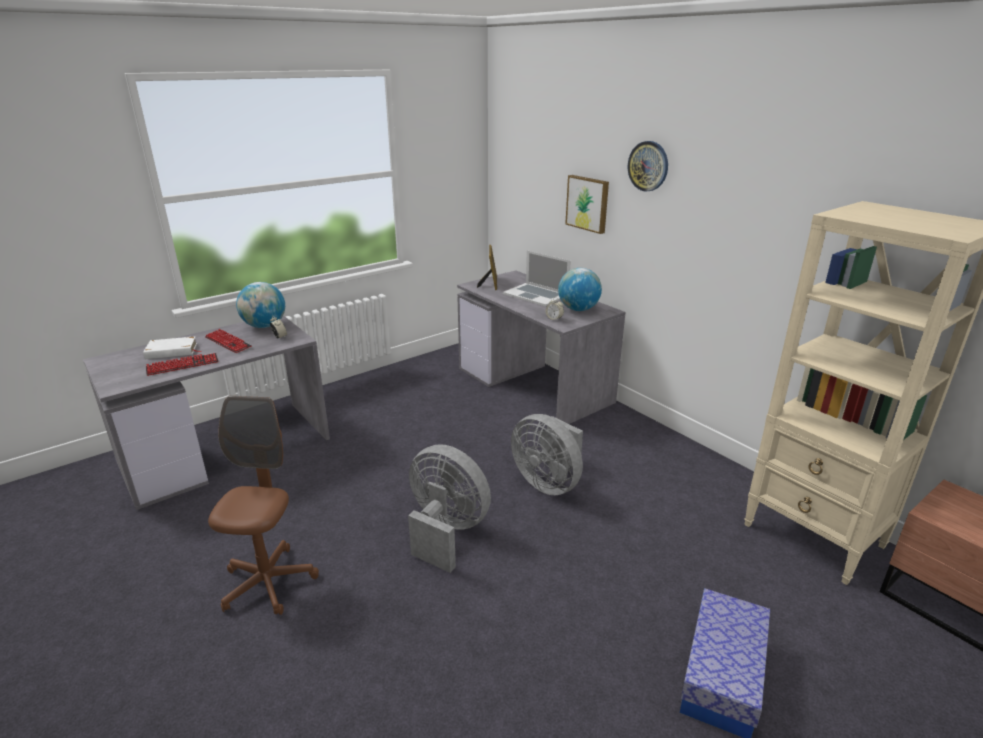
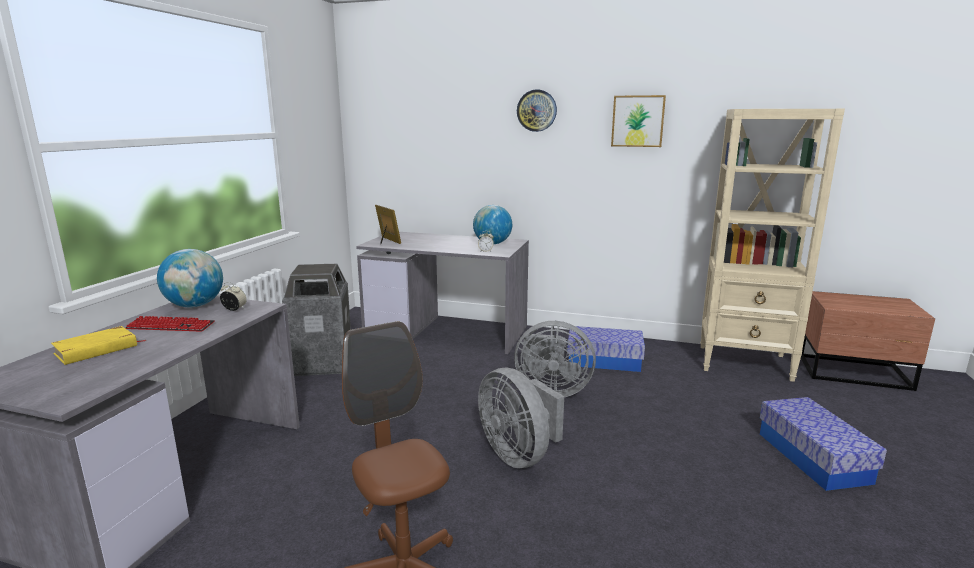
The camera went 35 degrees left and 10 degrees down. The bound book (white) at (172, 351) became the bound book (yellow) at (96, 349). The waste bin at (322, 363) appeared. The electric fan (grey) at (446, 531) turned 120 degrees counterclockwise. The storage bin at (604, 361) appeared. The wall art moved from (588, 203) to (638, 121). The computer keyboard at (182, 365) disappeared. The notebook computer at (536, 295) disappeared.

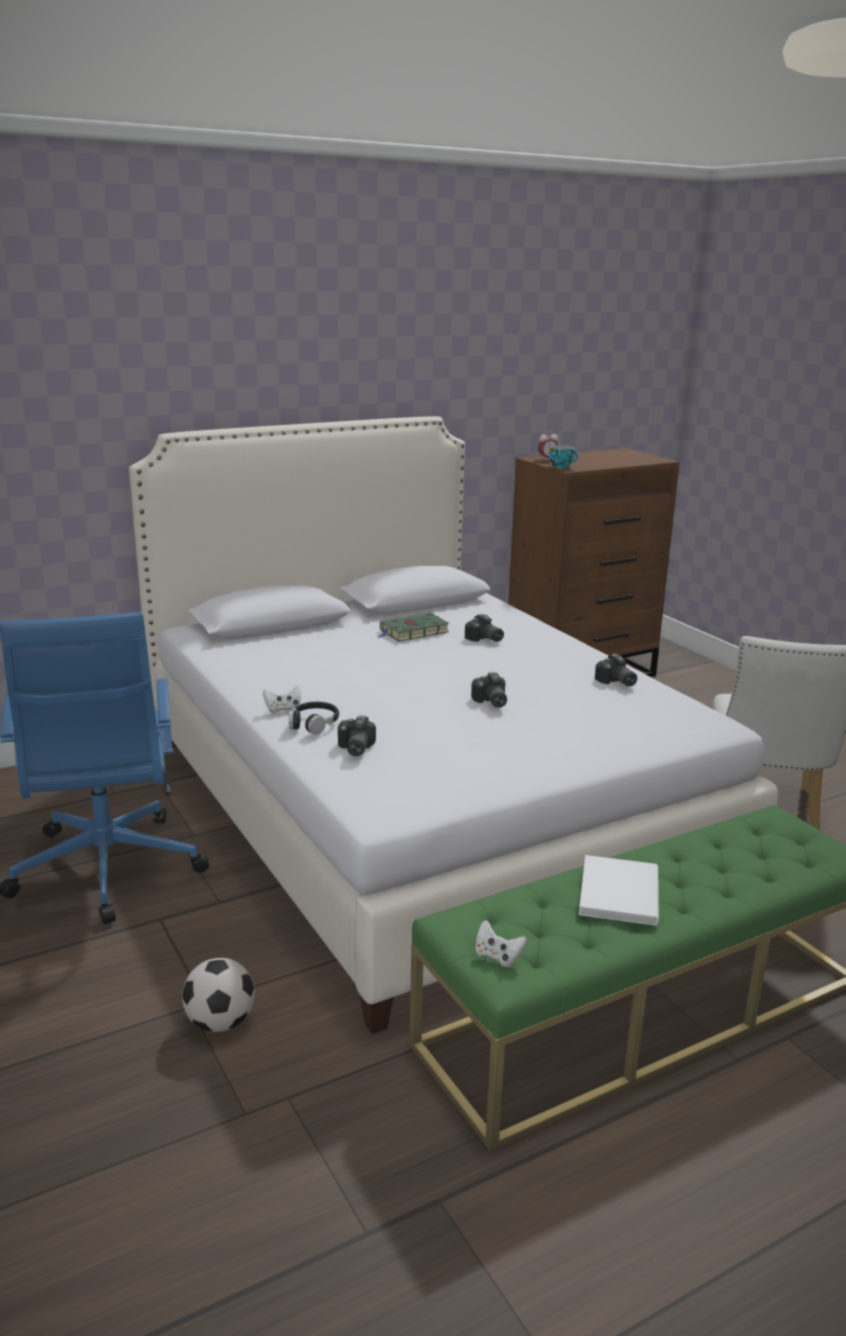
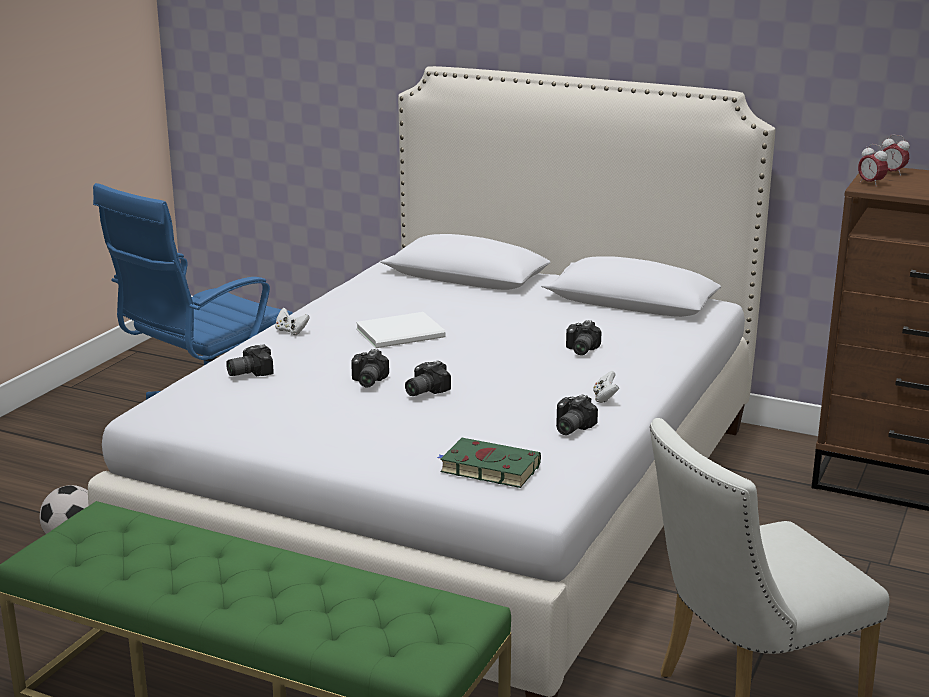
The camera went 55 degrees right and 0 degrees up. The photo camera at (366, 381) appeared. The bound book (white) moved from (622, 891) to (403, 333). The bound book (green) moved from (412, 632) to (487, 468). The joypad (white) moved from (497, 957) to (605, 398). The small cup at (562, 466) was replaced by the alarm clock at (870, 183). The pair of headphones (blackish) at (313, 724) disappeared.

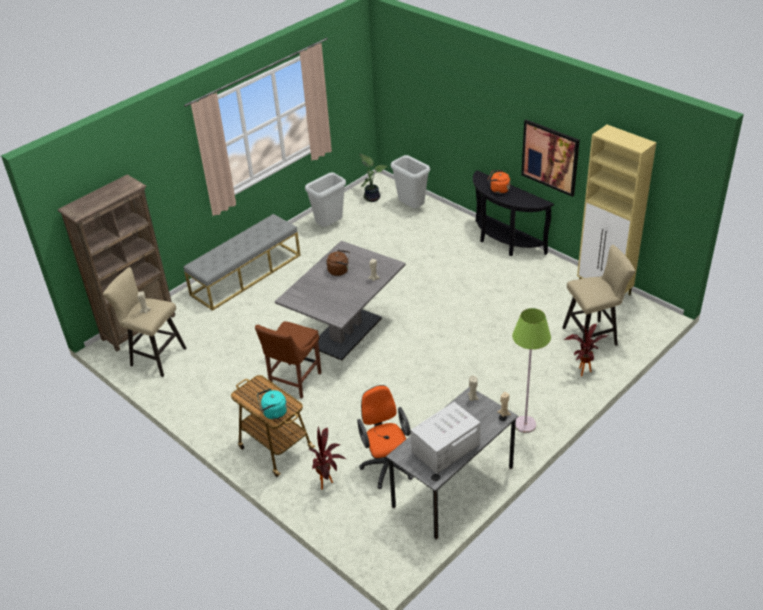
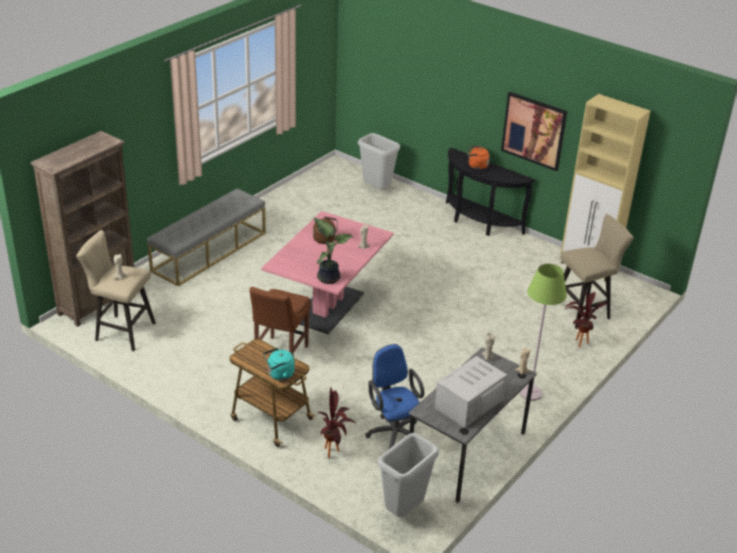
The camera went 10 degrees left and 5 degrees down. The dining table (grey) at (346, 332) became the dining table (pink-coloured) at (328, 307). The houseplant moved from (372, 197) to (329, 277). The computer chair (orange) at (386, 464) became the computer chair (bluish) at (393, 433). The waste bin (grey) moved from (329, 226) to (403, 510).

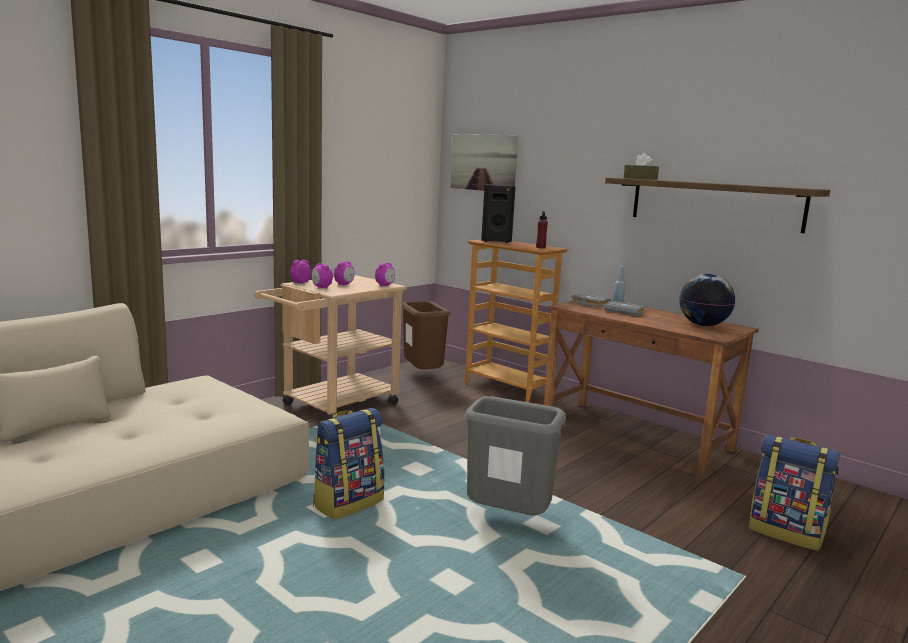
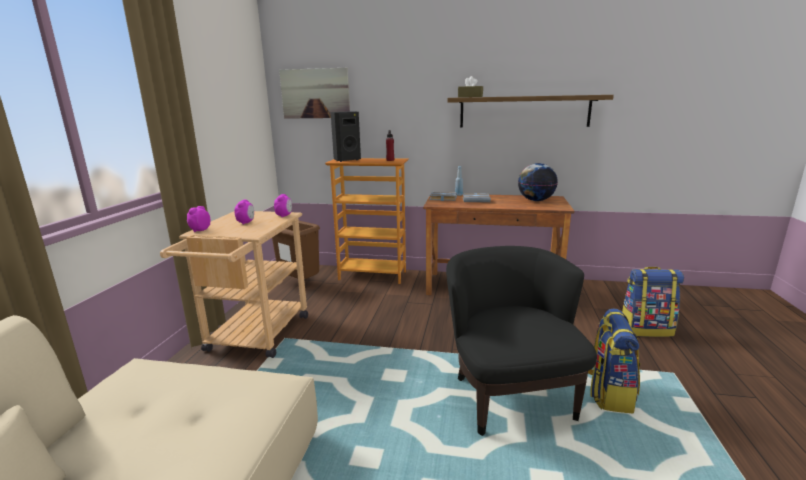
The camera went 30 degrees left and 5 degrees up. The waste bin (grey) at (508, 521) was replaced by the lounge chair (blackish) at (509, 395). The backpack moved from (348, 503) to (608, 393). The alarm clock at (321, 287) disappeared.

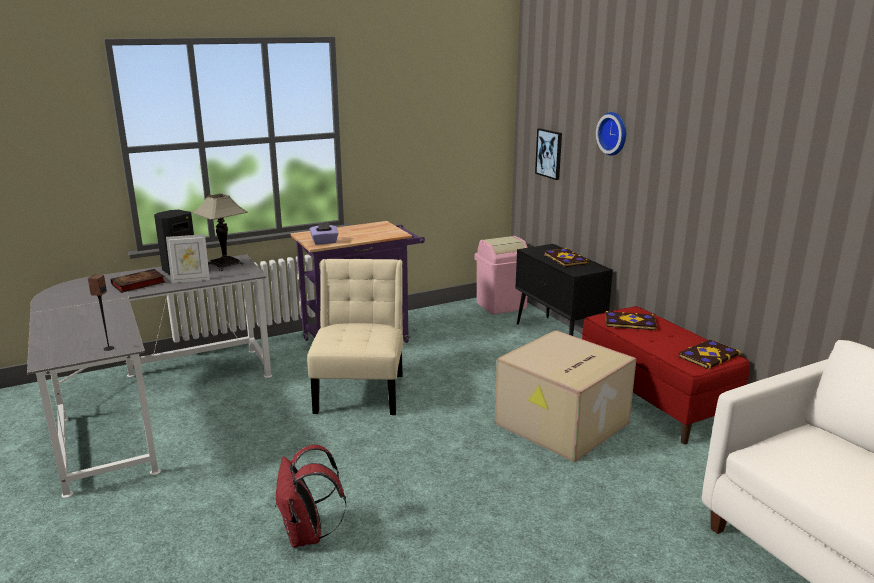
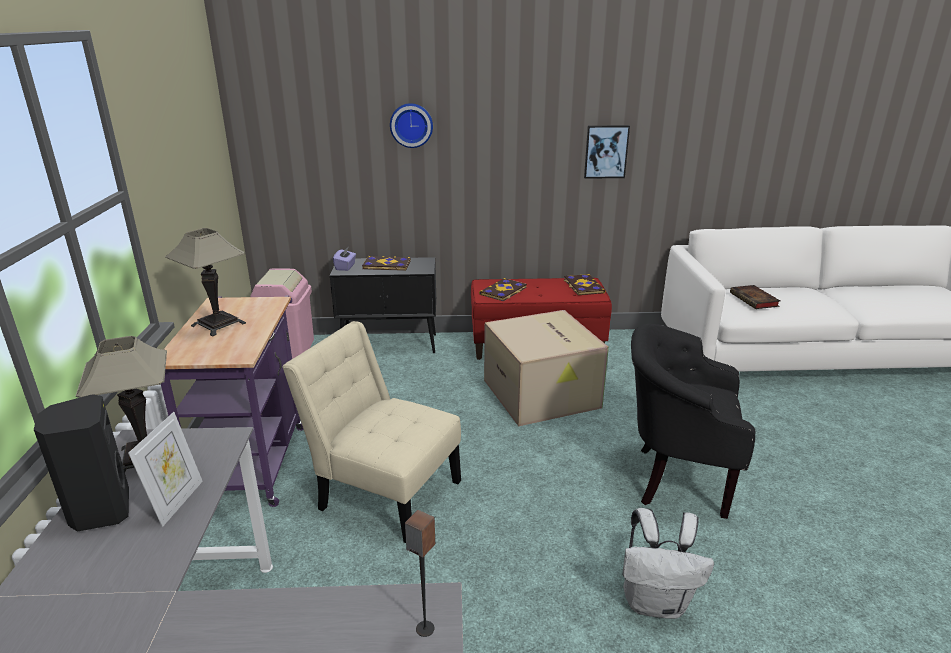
The camera went 65 degrees left and 5 degrees up. The lamp for a table at (219, 324) appeared. The tissue holder (purplish) moved from (324, 242) to (345, 267). The wall art moved from (549, 153) to (606, 151). The backpack (red) at (307, 535) became the backpack (white) at (656, 602). The lounge chair (blackish) at (674, 479) appeared. The bound book moved from (137, 284) to (755, 300).

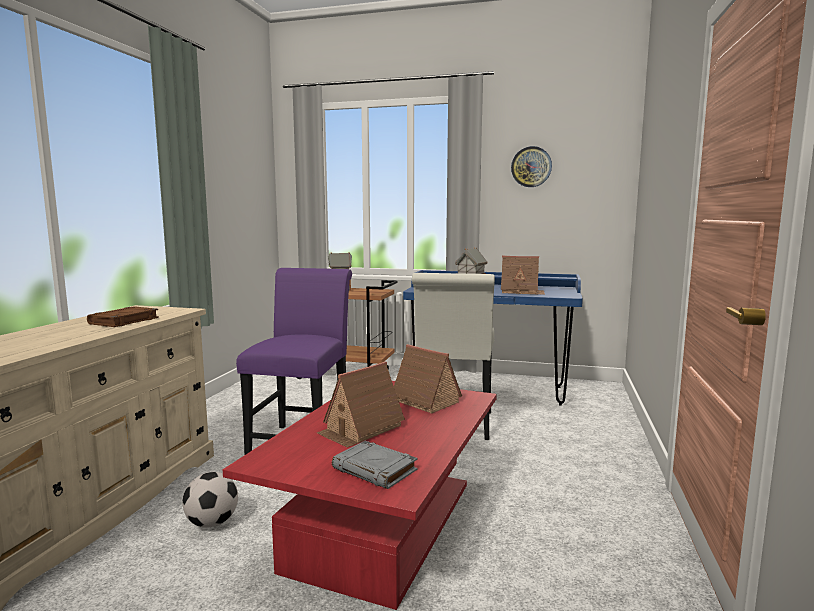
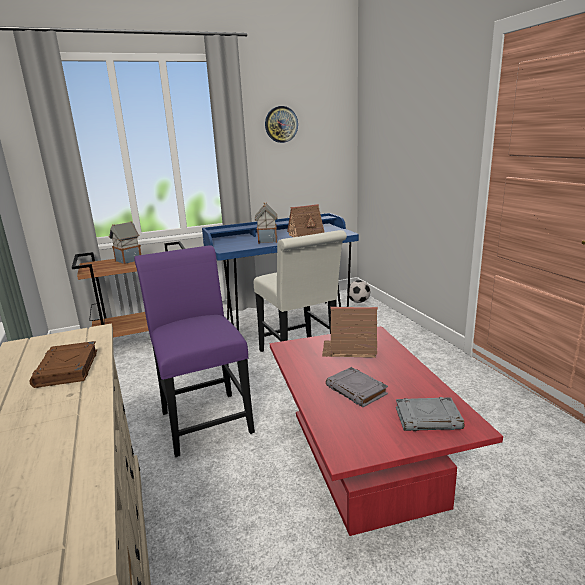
The camera went 35 degrees left and 10 degrees up. The model house at (360, 429) was replaced by the bound book (grey) at (357, 390). The football ball moved from (212, 523) to (358, 302).

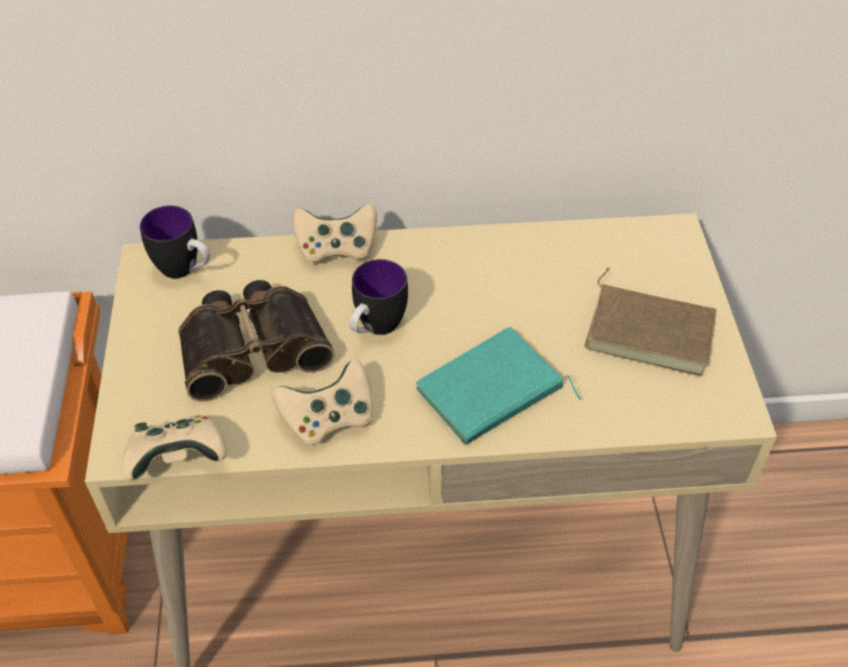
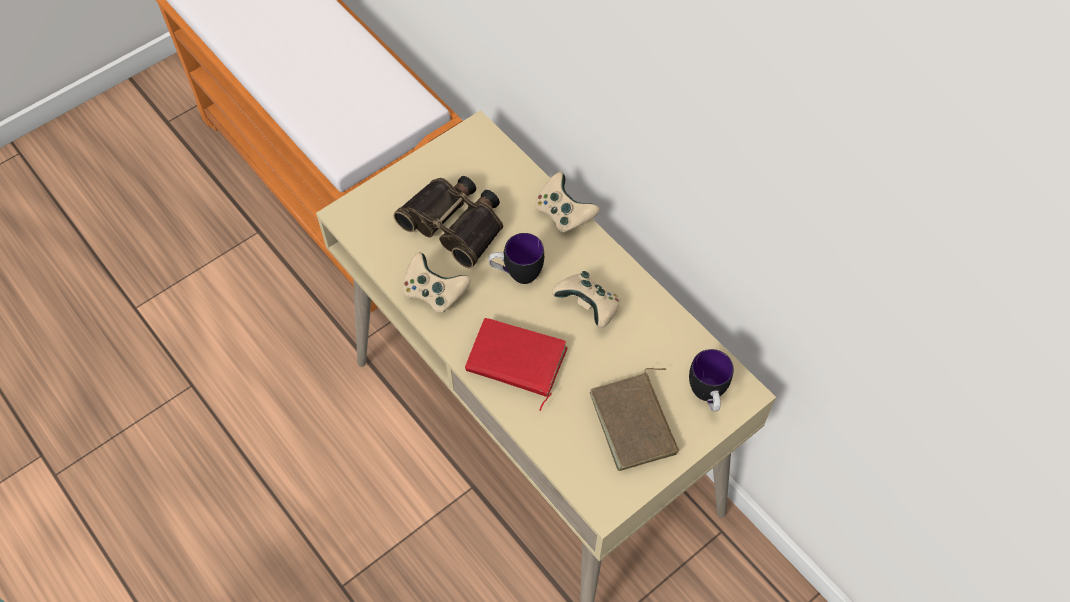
The camera went 55 degrees right and 10 degrees up. The bound book (turquoise) at (491, 393) became the bound book (red) at (515, 362). The joypad (sand-coloured) moved from (178, 460) to (588, 307). The coffee mug moved from (185, 271) to (707, 397).

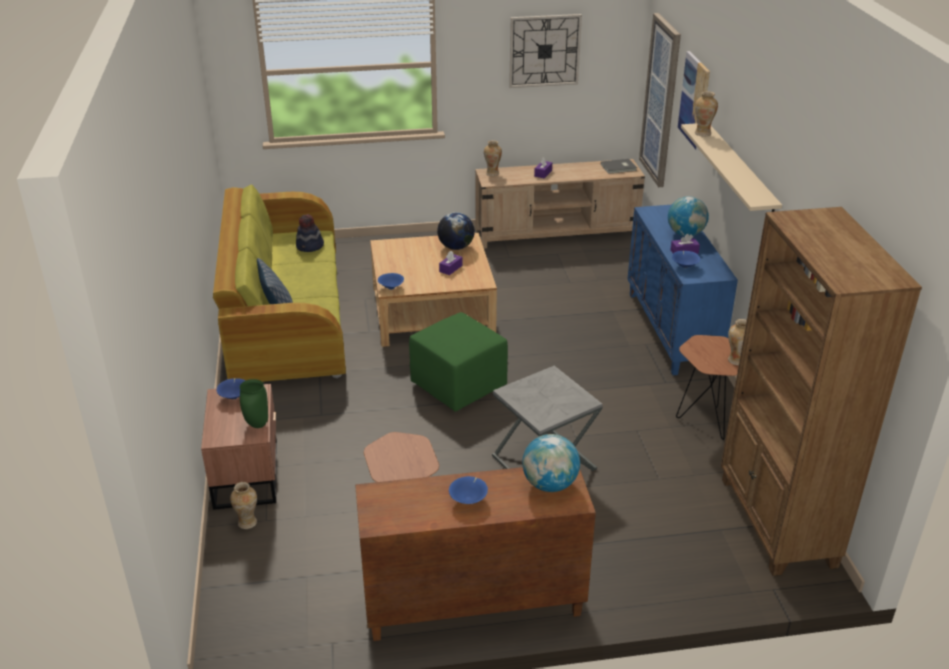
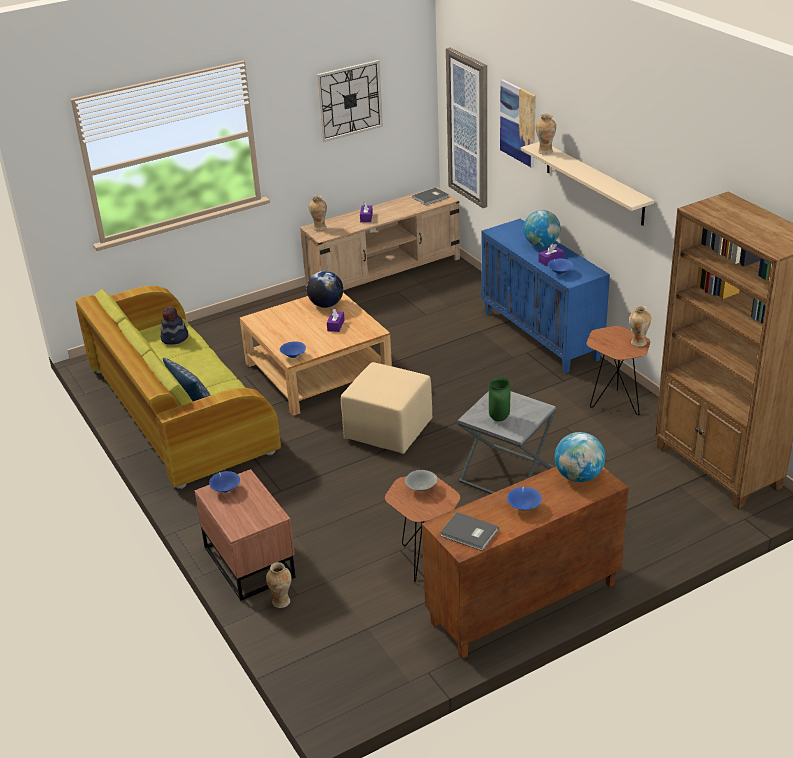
The camera went 20 degrees left and 0 degrees up. The pouffe (green) at (459, 386) became the pouffe (sand-coloured) at (389, 431). The deep dish (grey) at (422, 489) appeared. The bound book (grey) at (469, 534) appeared. The decorative vase (green) moved from (256, 424) to (498, 418).

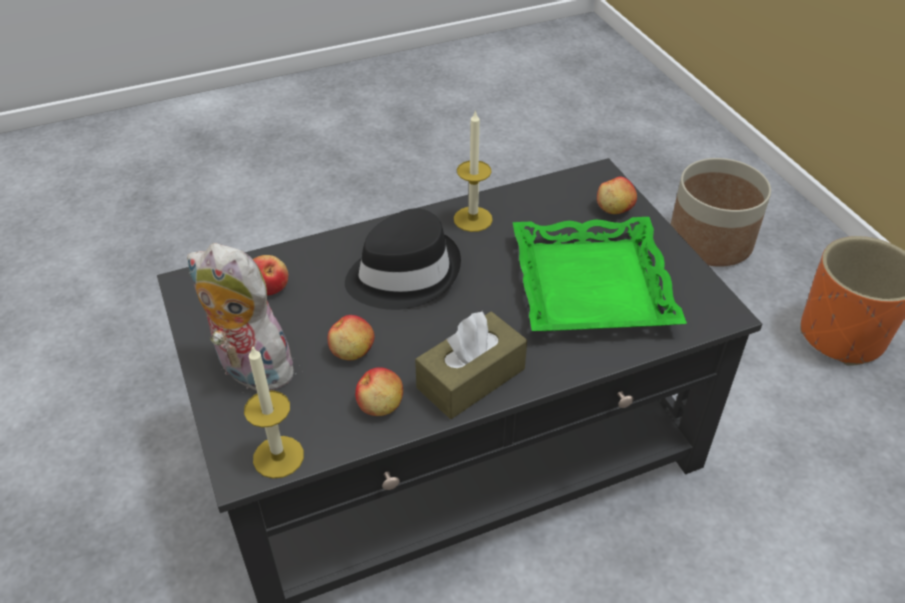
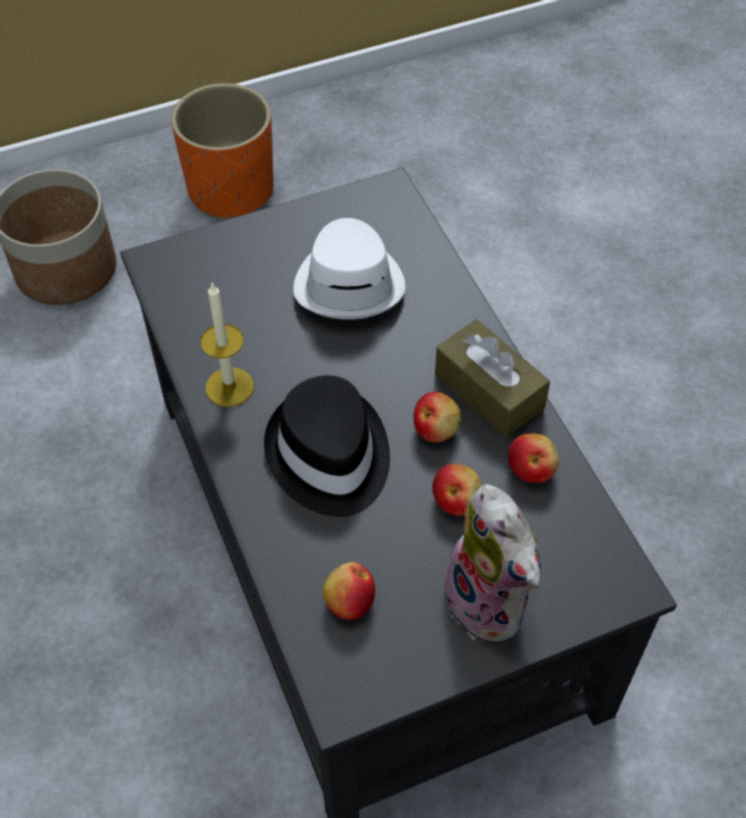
The camera went 90 degrees left and 10 degrees up. The tray (green) at (593, 285) was replaced by the hat (white) at (350, 283). The whole apple moved from (614, 209) to (436, 428). The soft toy at (249, 370) turned 60 degrees counterclockwise. The wax candle at (278, 457) disappeared.

